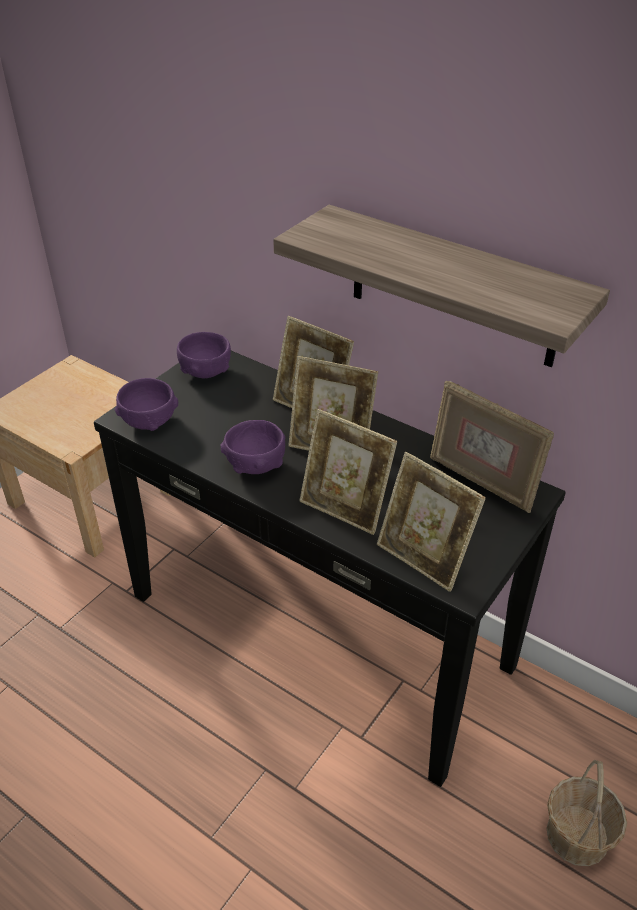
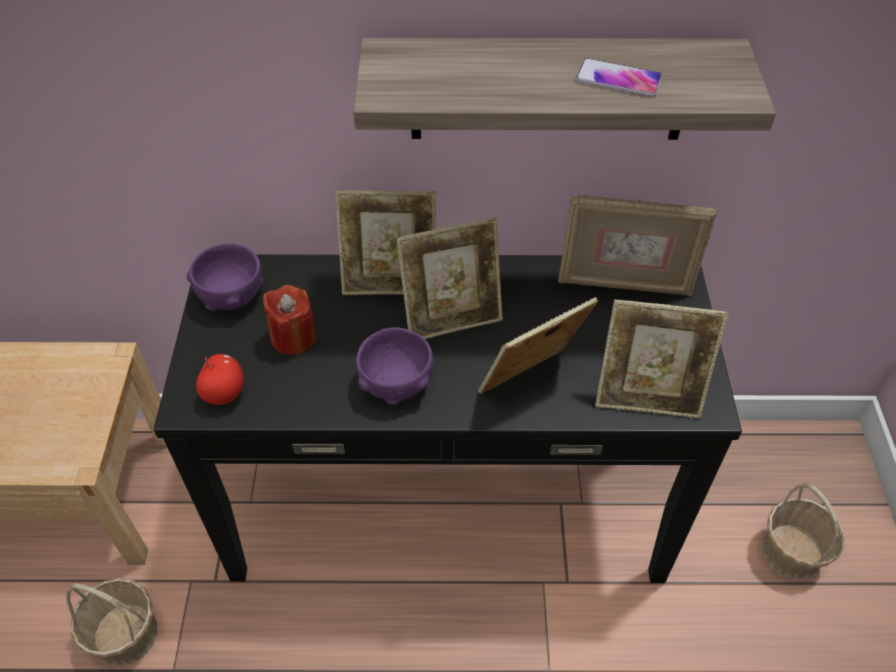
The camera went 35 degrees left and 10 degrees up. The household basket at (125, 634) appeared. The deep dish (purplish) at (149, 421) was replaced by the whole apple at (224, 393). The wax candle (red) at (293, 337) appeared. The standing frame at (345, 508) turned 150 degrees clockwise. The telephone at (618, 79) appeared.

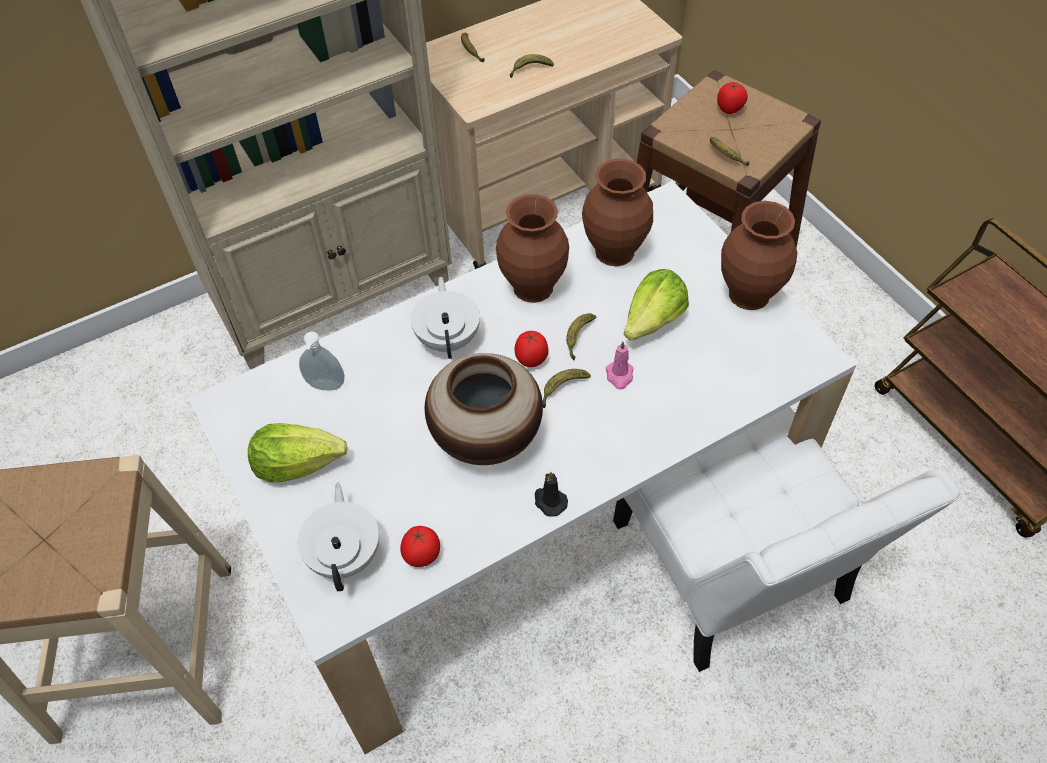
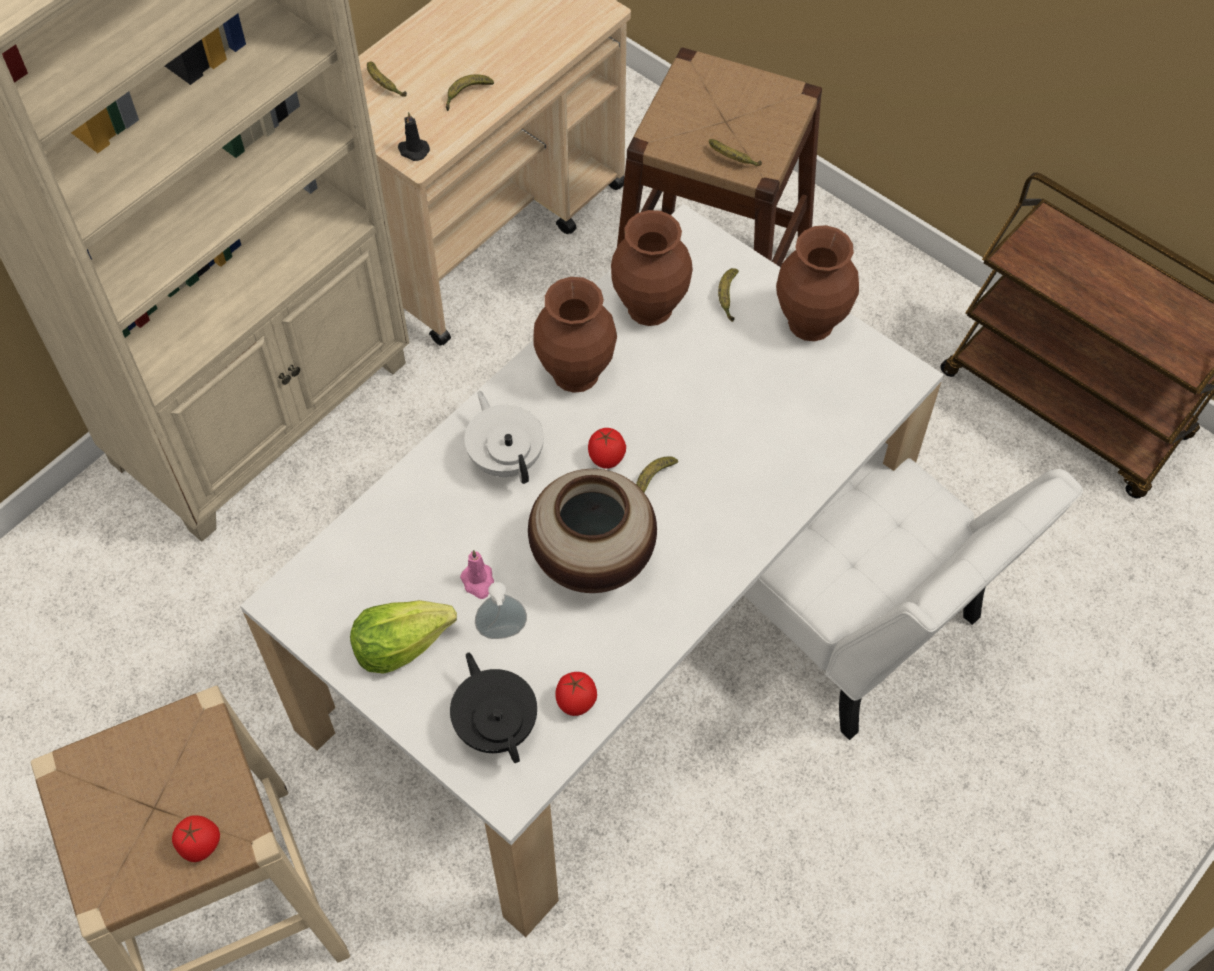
The camera went 20 degrees left and 5 degrees up. The tomato moved from (730, 109) to (201, 846). The wax candle (blackish) moved from (549, 501) to (413, 150). The tea pot (white) at (346, 555) became the tea pot (blackish) at (496, 725). The wax candle (pink-coloured) moved from (619, 376) to (478, 582). The soap dispenser moved from (325, 387) to (502, 634). The banana fruit moved from (578, 338) to (727, 297). The lettuce head at (653, 321) disappeared.

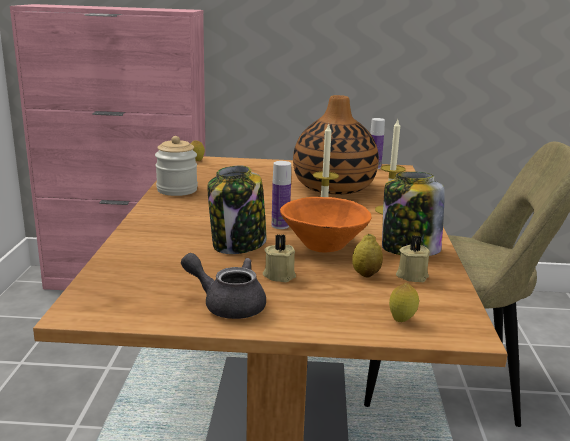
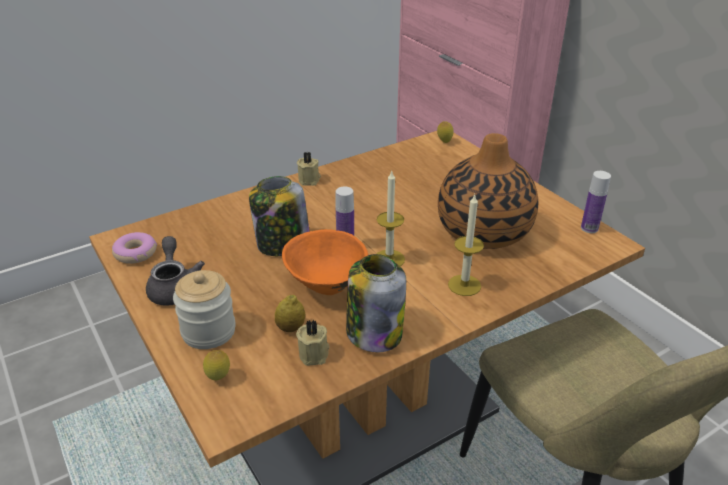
The camera went 55 degrees right and 15 degrees up. The ring doughnut at (135, 253) appeared. The storage jar moved from (177, 190) to (208, 331). The wax candle (sand-coloured) moved from (279, 275) to (310, 180).

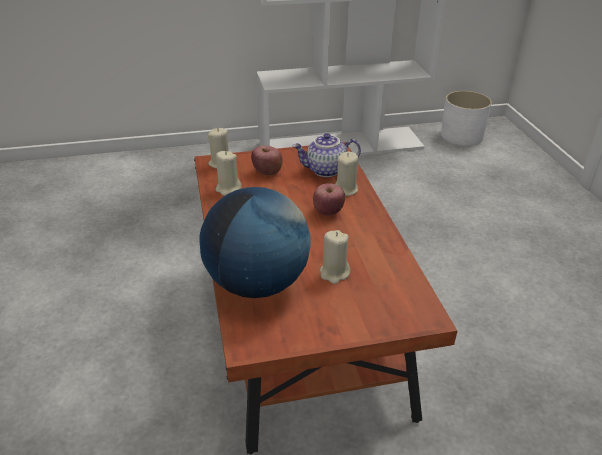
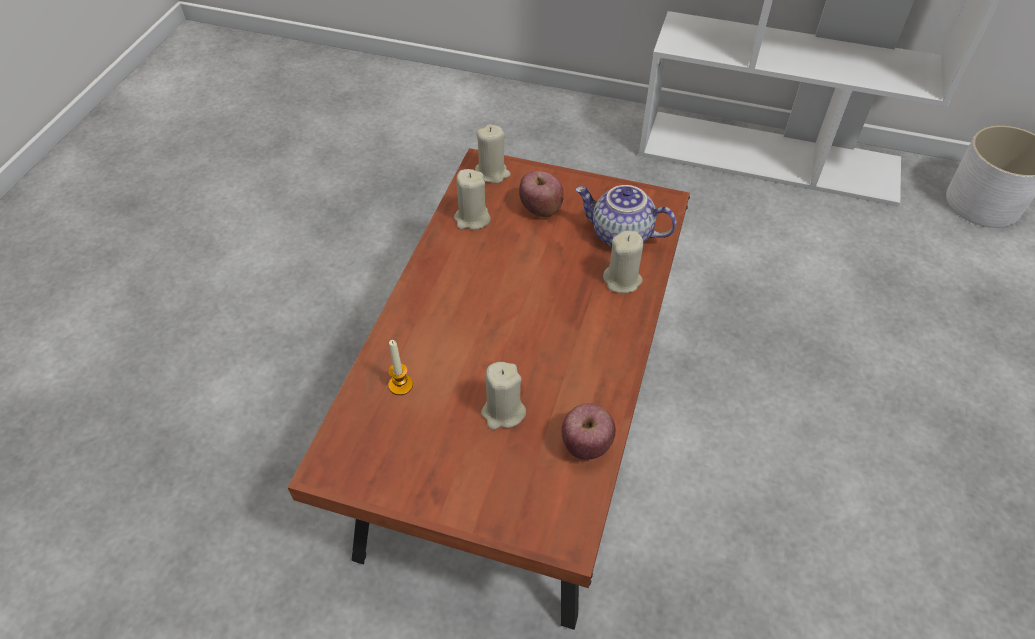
The camera went 30 degrees right and 15 degrees up. The world globe at (257, 284) was replaced by the wax candle at (400, 385). The whole apple moved from (328, 212) to (586, 445).

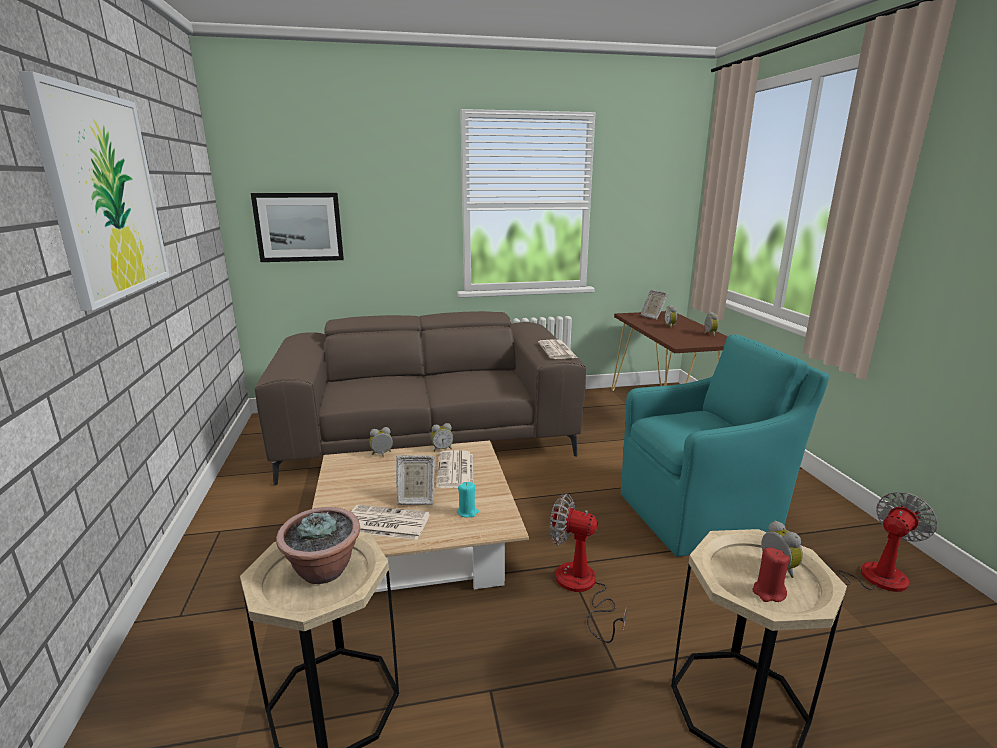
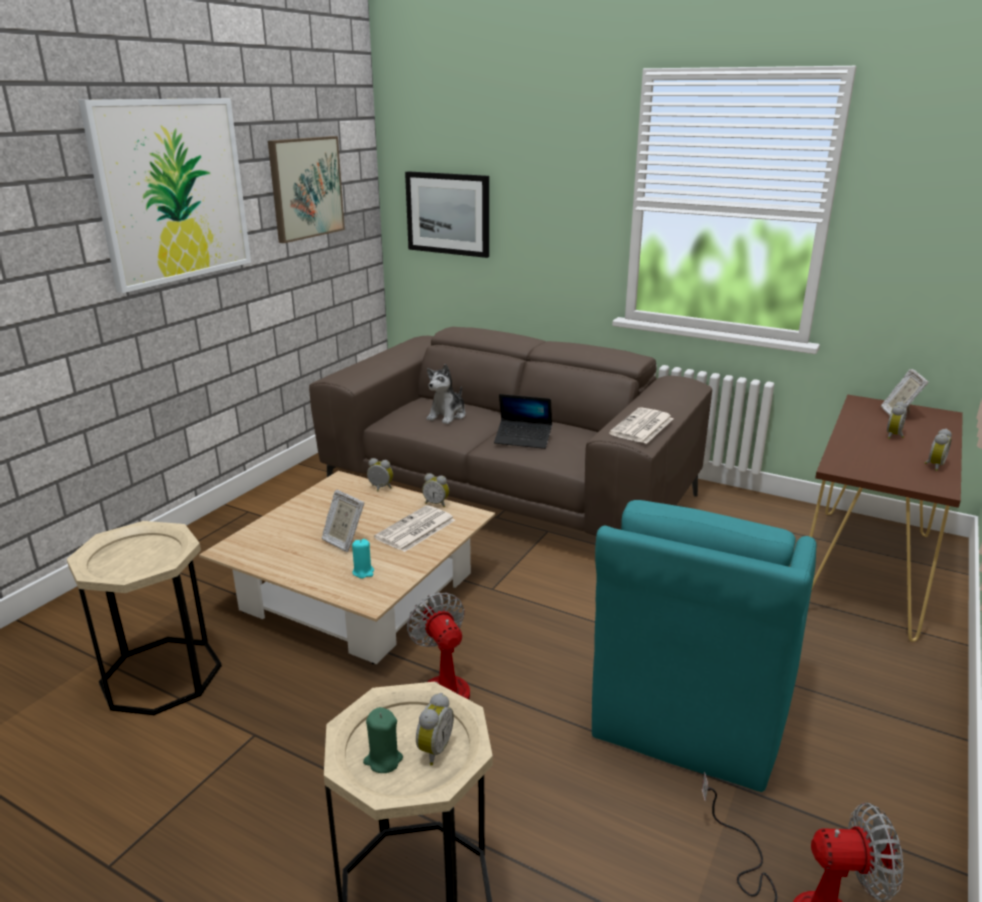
The camera went 40 degrees right and 5 degrees up. The wall art at (306, 188) appeared. The wax candle (red) at (768, 592) became the wax candle (green) at (383, 760). The soft toy at (447, 416) appeared. The notebook computer at (523, 439) appeared. The lounge chair (turquoise) at (701, 514) turned 90 degrees clockwise. The houseplant at (324, 570) disappeared. The daily paper at (384, 523) disappeared.

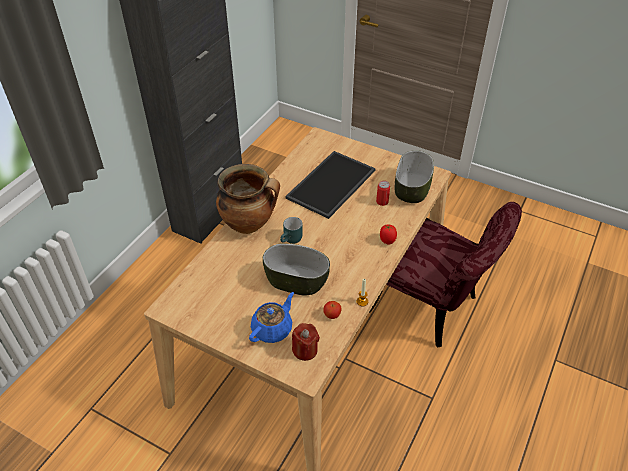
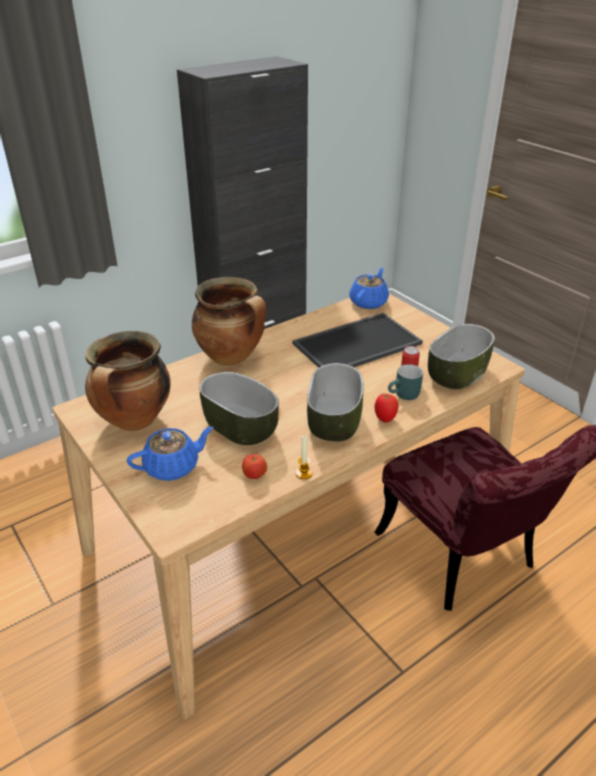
The camera went 25 degrees right and 10 degrees down. The cooking pot at (134, 421) appeared. The deep dish at (333, 421) appeared. The tea pot (bluish) at (369, 302) appeared. The coffee mug (turquoise) moved from (292, 240) to (404, 396). The wax candle (red) at (305, 350) disappeared.

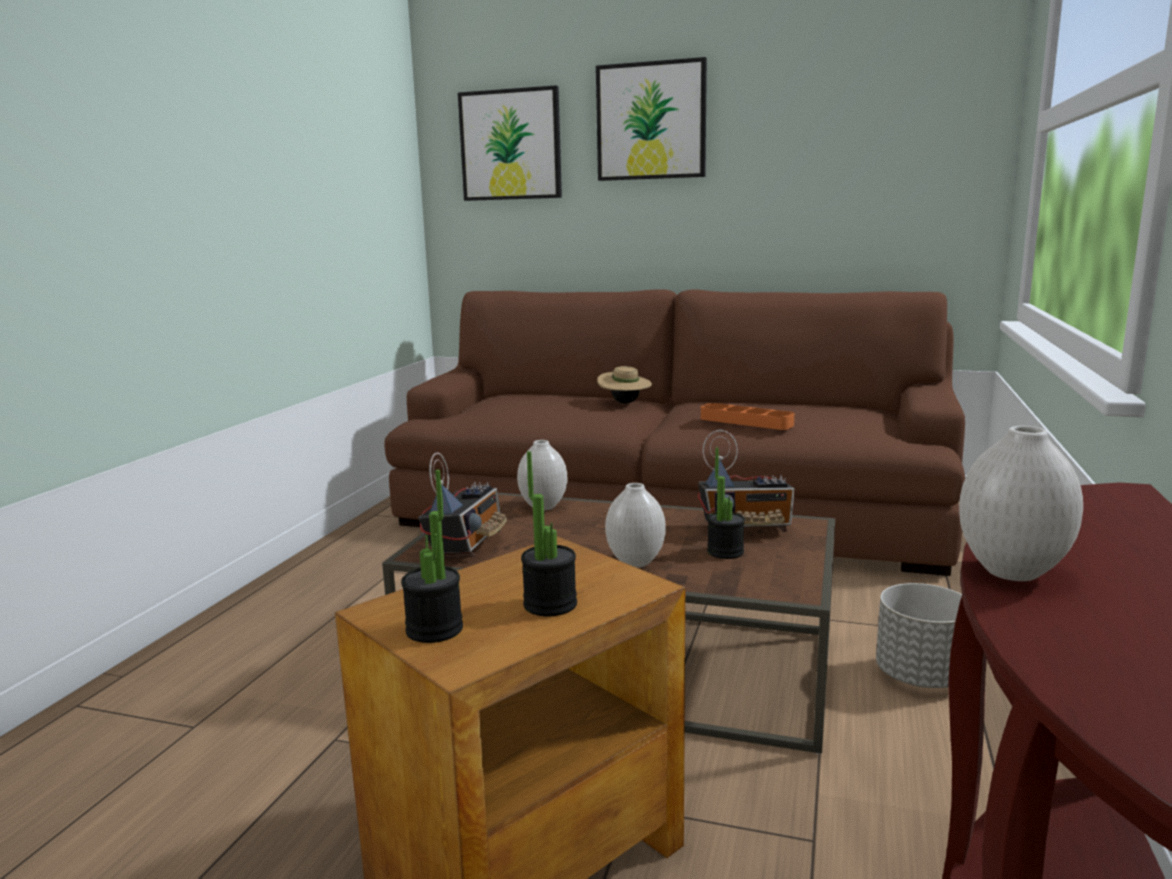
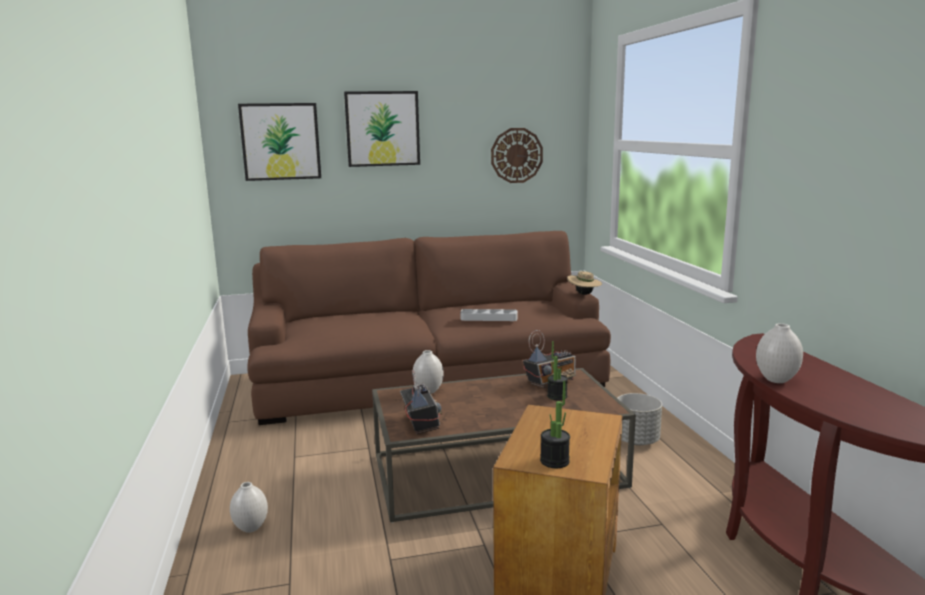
The camera went 30 degrees left and 0 degrees up. The decorative vase (white) moved from (635, 562) to (251, 527). The tray (orange) at (746, 422) became the tray (grey) at (489, 318). The clock on the wall at (516, 155) appeared. The hat (sand-coloured) moved from (624, 403) to (584, 294). The houseplant at (550, 604) disappeared.

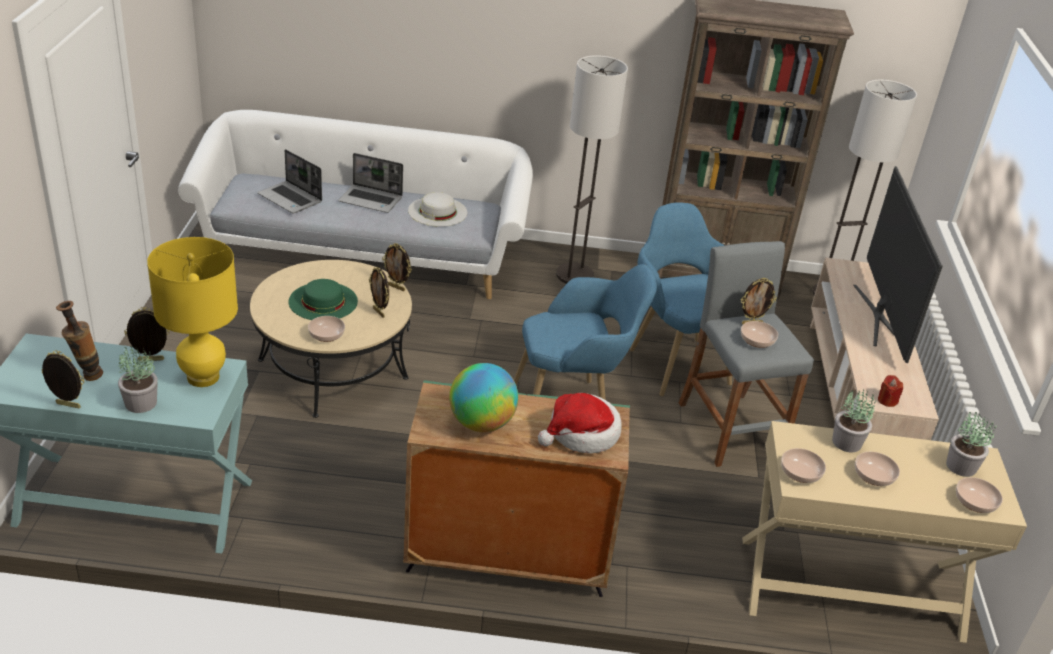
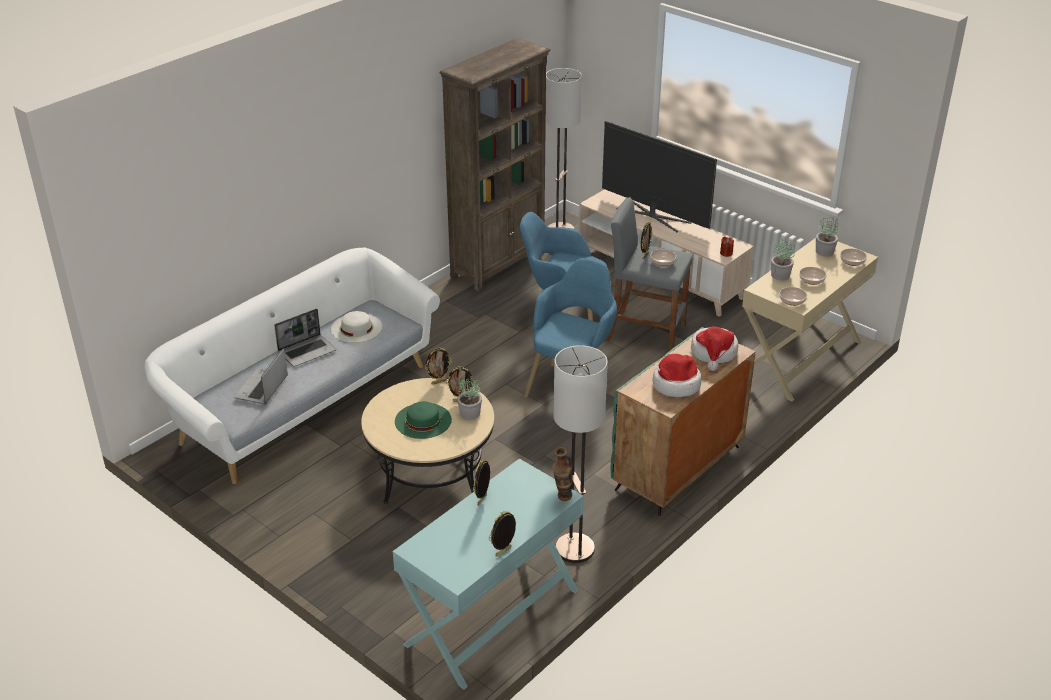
The camera went 50 degrees left and 0 degrees up. The notebook computer at (291, 199) turned 120 degrees clockwise. The houseplant moved from (140, 403) to (470, 413). The decorative vase moved from (86, 376) to (562, 499). The floor lamp moved from (574, 275) to (575, 549). The world globe at (481, 423) was replaced by the hat at (675, 384). The lamp for a table (yellow) at (203, 377) disappeared. The deep dish at (327, 335) disappeared.

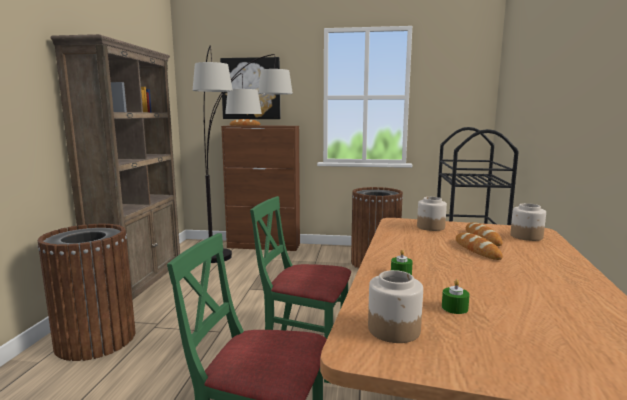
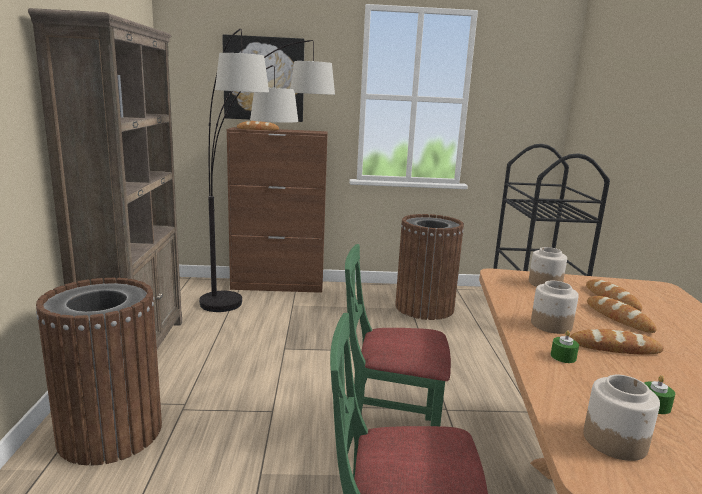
The camera went 10 degrees left and 5 degrees up. The storage jar moved from (526, 236) to (550, 325). The bread at (614, 347) appeared.

